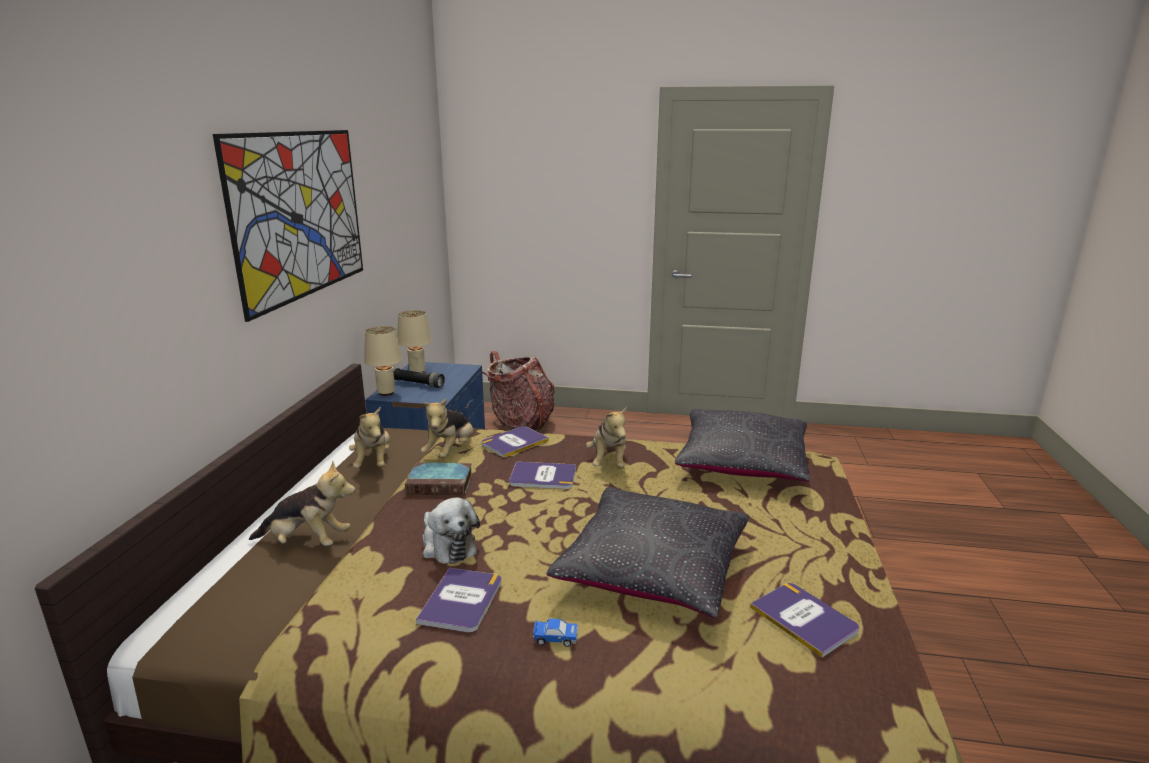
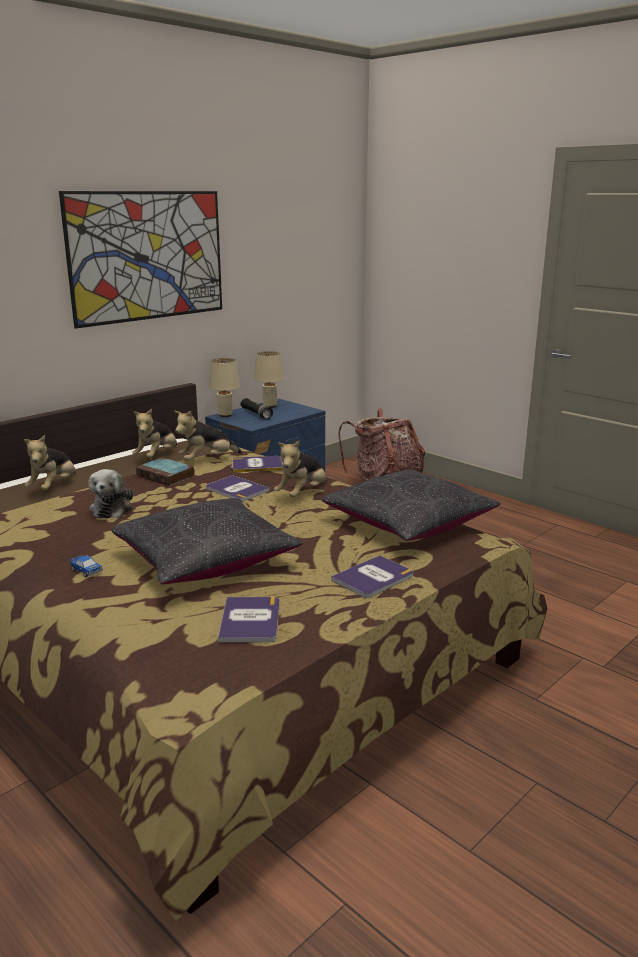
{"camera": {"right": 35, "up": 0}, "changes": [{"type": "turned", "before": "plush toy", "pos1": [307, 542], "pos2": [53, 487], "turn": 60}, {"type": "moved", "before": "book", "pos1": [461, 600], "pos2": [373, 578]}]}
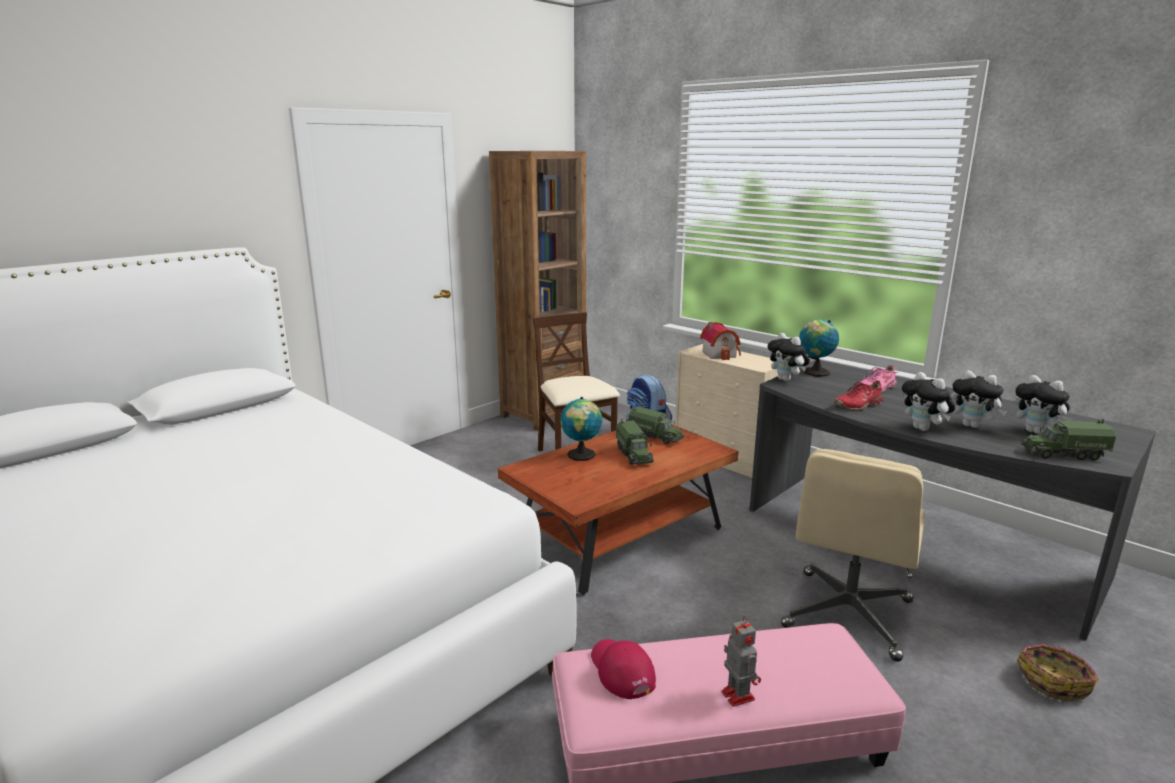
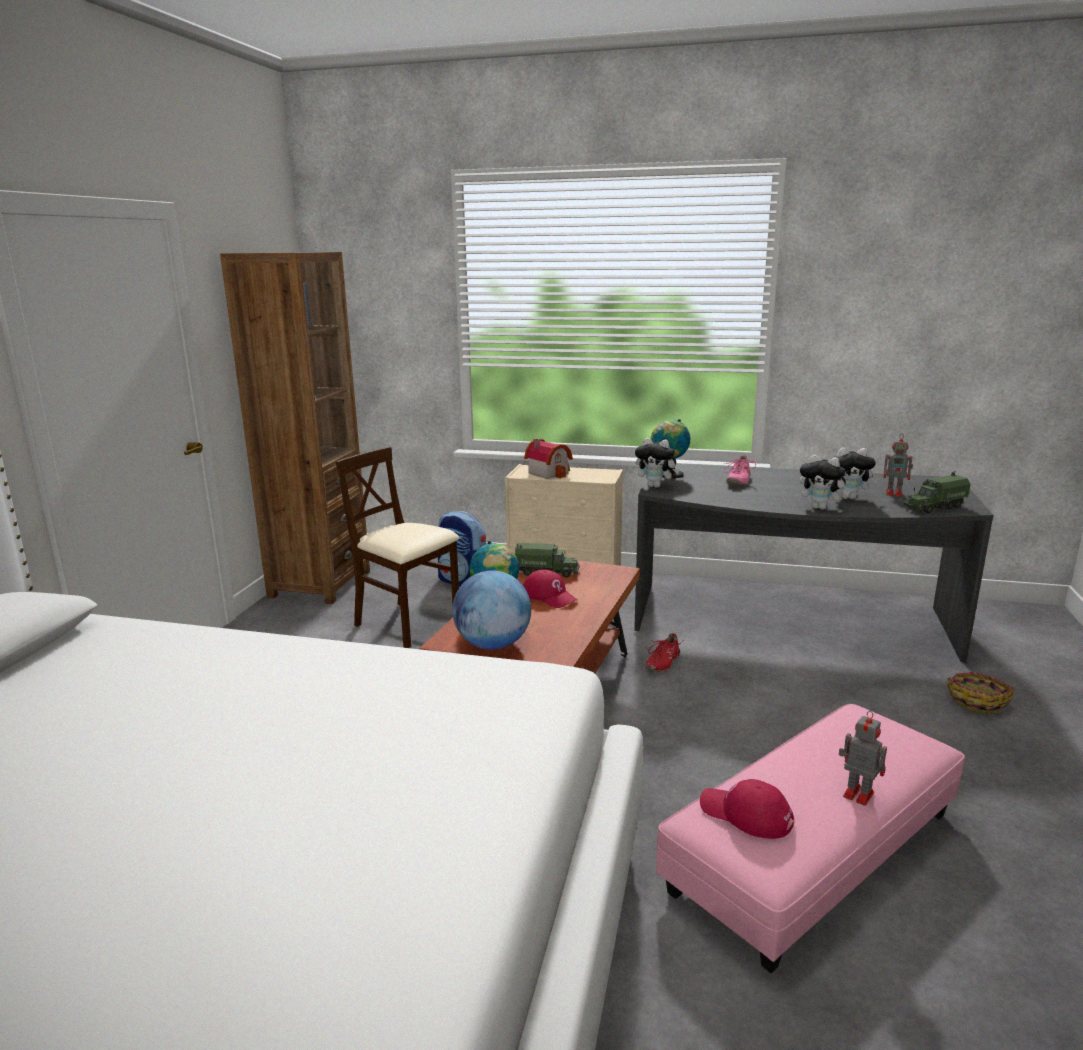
{"camera": {"right": -30, "up": 0}, "changes": [{"type": "replaced", "before": "toy truck", "after": "cap in red", "pos1": [634, 455], "pos2": [549, 596]}, {"type": "removed", "before": "office chair in beige", "pos1": [848, 615]}, {"type": "moved", "before": "shoe in red", "pos1": [857, 405], "pos2": [662, 662]}, {"type": "replaced", "before": "plush toy", "after": "toy robot", "pos1": [1036, 432], "pos2": [895, 493]}, {"type": "added", "after": "globe", "pos2": [493, 645]}]}
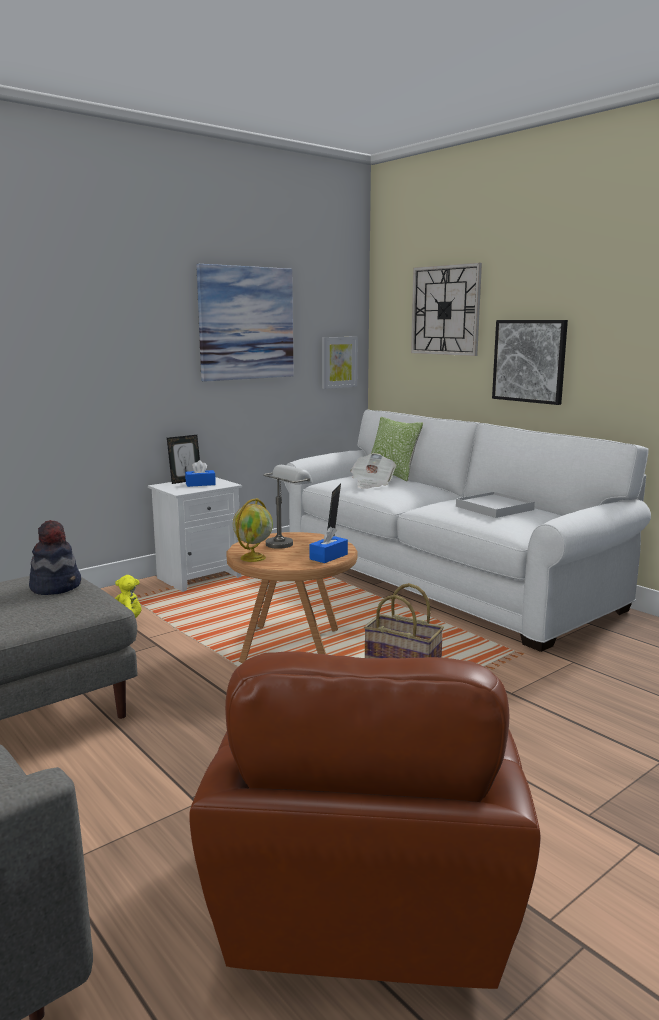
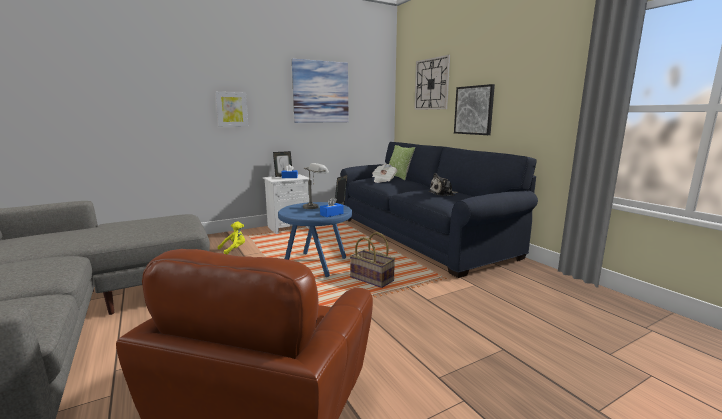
{"camera": {"right": 10, "up": 0}, "changes": [{"type": "removed", "before": "hat", "pos1": [56, 586]}, {"type": "recoloured", "before": "side table in brown", "after": "side table in blue", "pos1": [292, 645], "pos2": [316, 264]}, {"type": "removed", "before": "globe", "pos1": [253, 557]}, {"type": "recoloured", "before": "sofa in white", "after": "sofa in blue", "pos1": [443, 580], "pos2": [420, 236]}, {"type": "moved", "before": "picture", "pos1": [338, 362], "pos2": [231, 109]}, {"type": "replaced", "before": "tray in white", "after": "plush toy", "pos1": [494, 508], "pos2": [443, 194]}]}
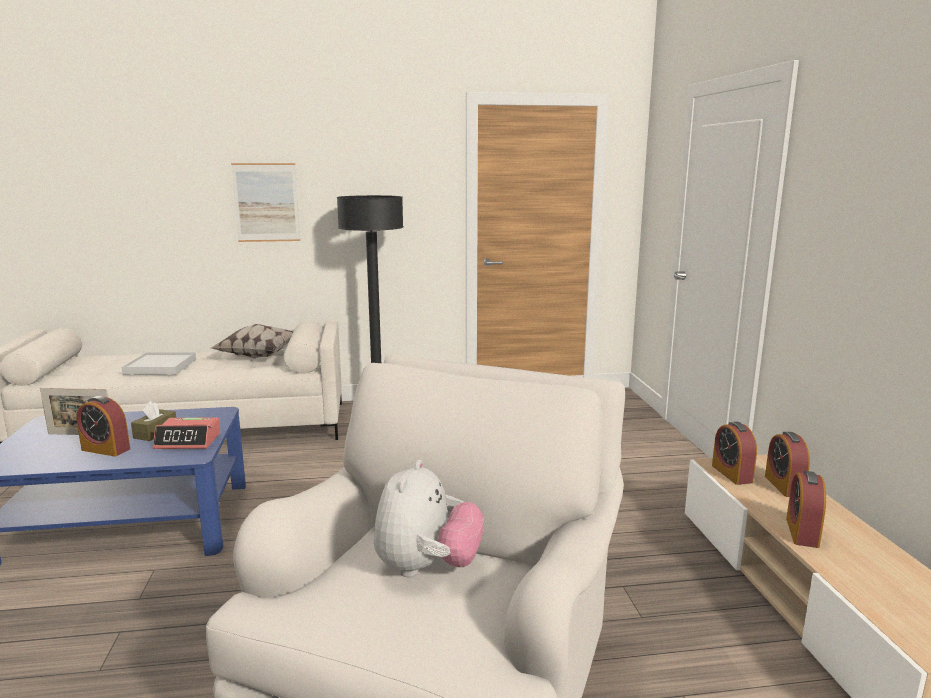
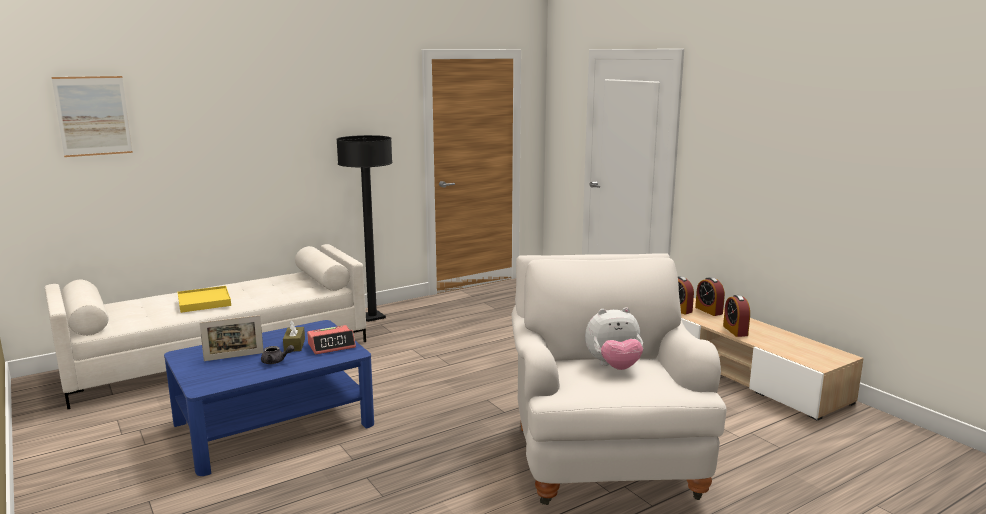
{"camera": {"right": -25, "up": 0}, "changes": [{"type": "replaced", "before": "alarm clock", "after": "teapot in grey", "pos1": [106, 449], "pos2": [276, 361]}, {"type": "recoloured", "before": "tray in white", "after": "tray in yellow", "pos1": [160, 367], "pos2": [204, 302]}, {"type": "removed", "before": "pillow", "pos1": [258, 356]}, {"type": "moved", "before": "picture", "pos1": [266, 202], "pos2": [93, 116]}, {"type": "turned", "before": "plush toy", "pos1": [427, 568], "pos2": [613, 367], "turn": 90}]}
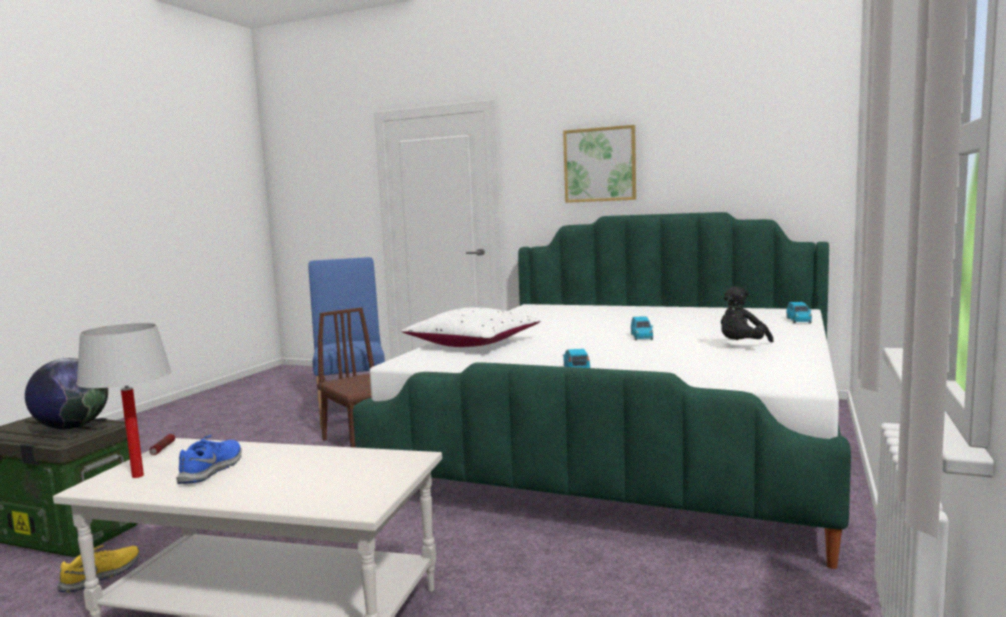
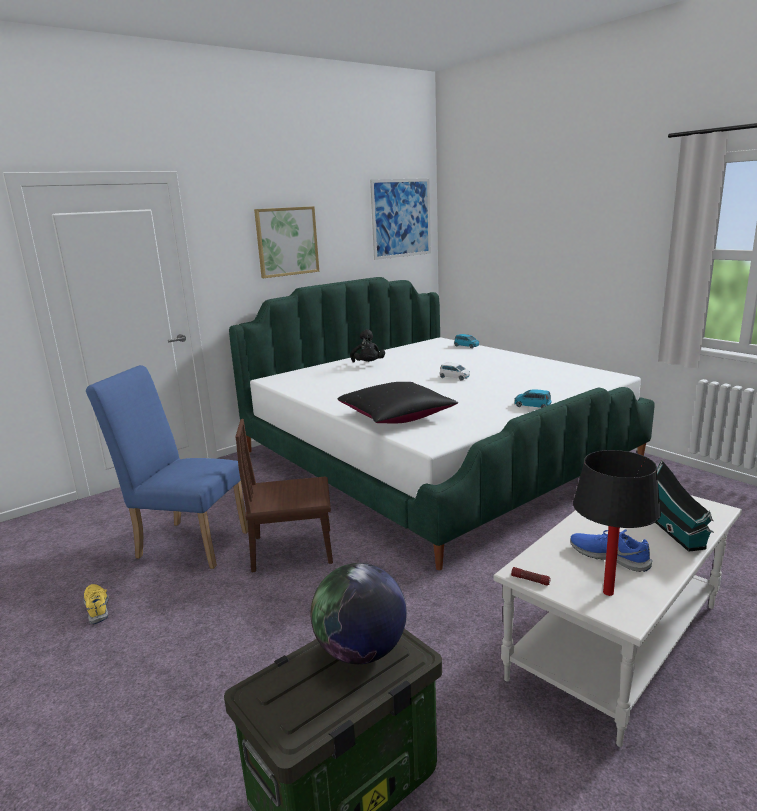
{"camera": {"right": -60, "up": 10}, "changes": [{"type": "moved", "before": "shoe in yellow", "pos1": [102, 575], "pos2": [97, 607]}, {"type": "recoloured", "before": "table lamp in white", "after": "table lamp in black", "pos1": [137, 476], "pos2": [608, 592]}, {"type": "recoloured", "before": "pillow in white", "after": "pillow in black", "pos1": [473, 344], "pos2": [396, 416]}, {"type": "recoloured", "before": "toy car in blue", "after": "toy car in white", "pos1": [641, 337], "pos2": [454, 377]}, {"type": "moved", "before": "plush toy in black", "pos1": [741, 346], "pos2": [368, 364]}, {"type": "added", "after": "picture", "pos2": [401, 218]}, {"type": "added", "after": "toy house", "pos2": [677, 533]}]}
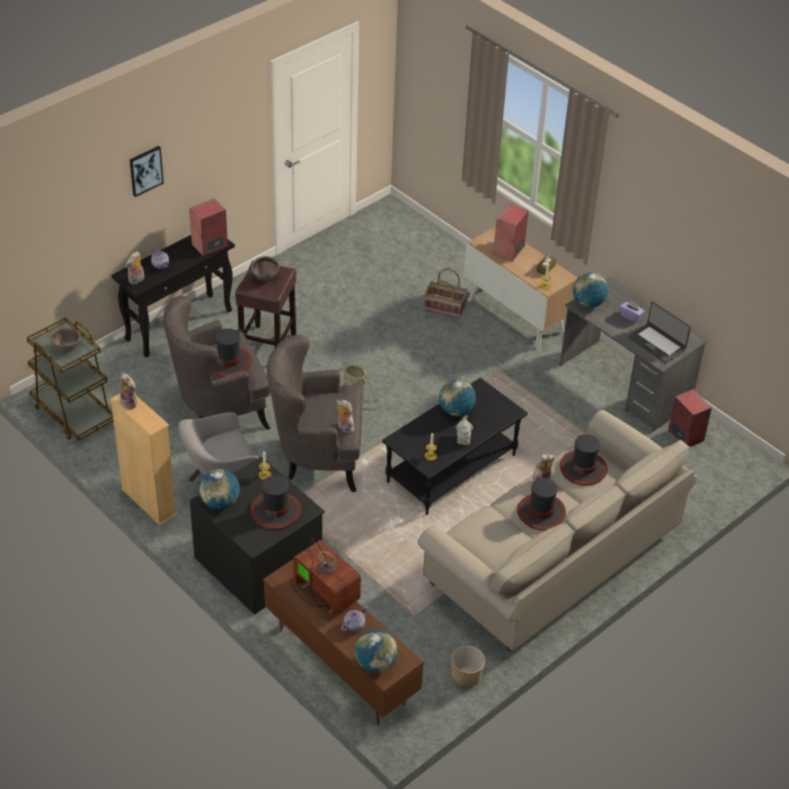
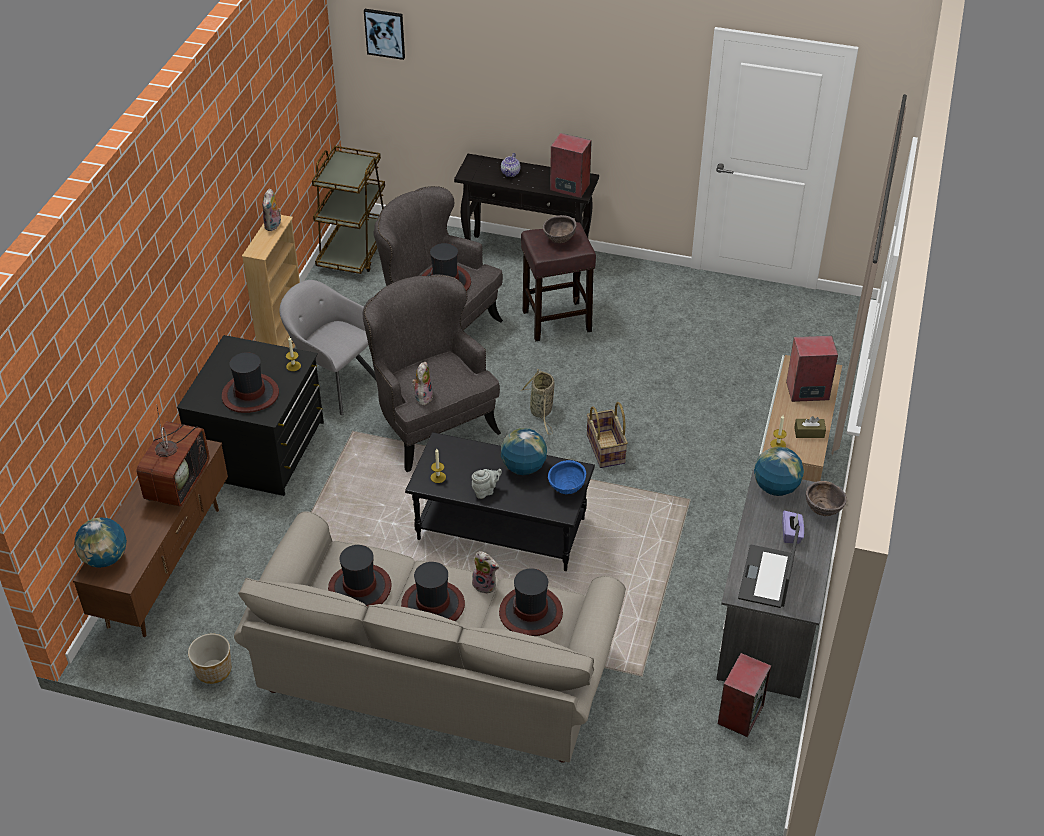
{"camera": {"right": 60, "up": 0}, "changes": [{"type": "moved", "before": "bowl in brown", "pos1": [67, 349], "pos2": [823, 510]}, {"type": "removed", "before": "plush toy", "pos1": [136, 280]}, {"type": "moved", "before": "picture", "pos1": [145, 170], "pos2": [385, 33]}, {"type": "removed", "before": "globe", "pos1": [220, 502]}, {"type": "removed", "before": "teapot", "pos1": [354, 625]}, {"type": "moved", "before": "basket", "pos1": [445, 308], "pos2": [606, 449]}, {"type": "added", "after": "hat", "pos2": [360, 588]}, {"type": "added", "after": "bowl in blue", "pos2": [566, 489]}]}
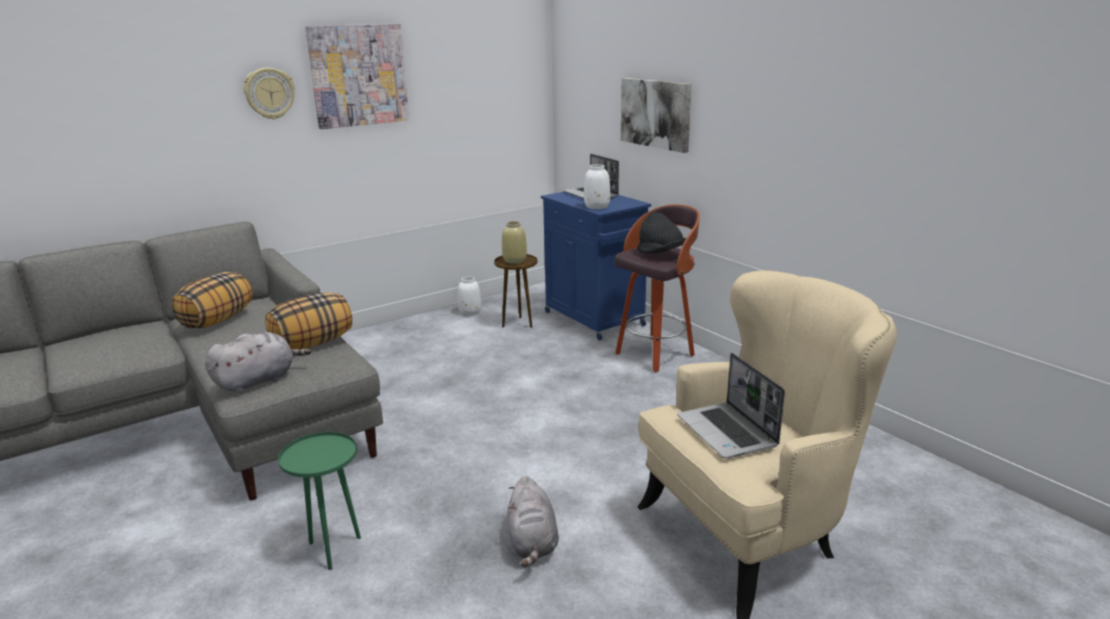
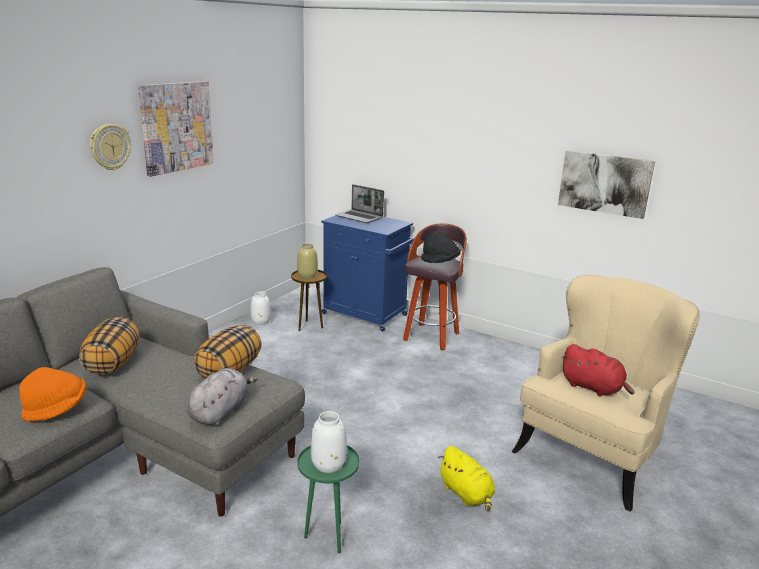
{"camera": {"right": -25, "up": 0}, "changes": [{"type": "recoloured", "before": "plush toy in grey", "after": "plush toy in yellow", "pos1": [532, 543], "pos2": [467, 494]}, {"type": "moved", "before": "vase in white", "pos1": [596, 206], "pos2": [328, 463]}, {"type": "moved", "before": "picture", "pos1": [655, 113], "pos2": [604, 183]}, {"type": "replaced", "before": "laptop", "after": "plush toy in red", "pos1": [728, 432], "pos2": [593, 388]}, {"type": "added", "after": "hat in orange", "pos2": [56, 409]}]}
